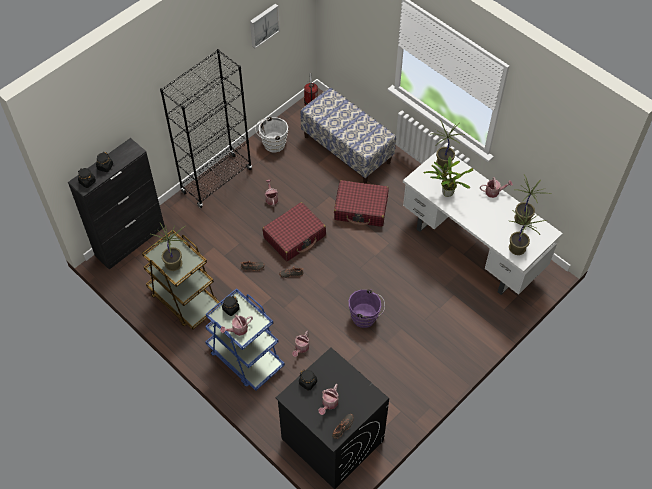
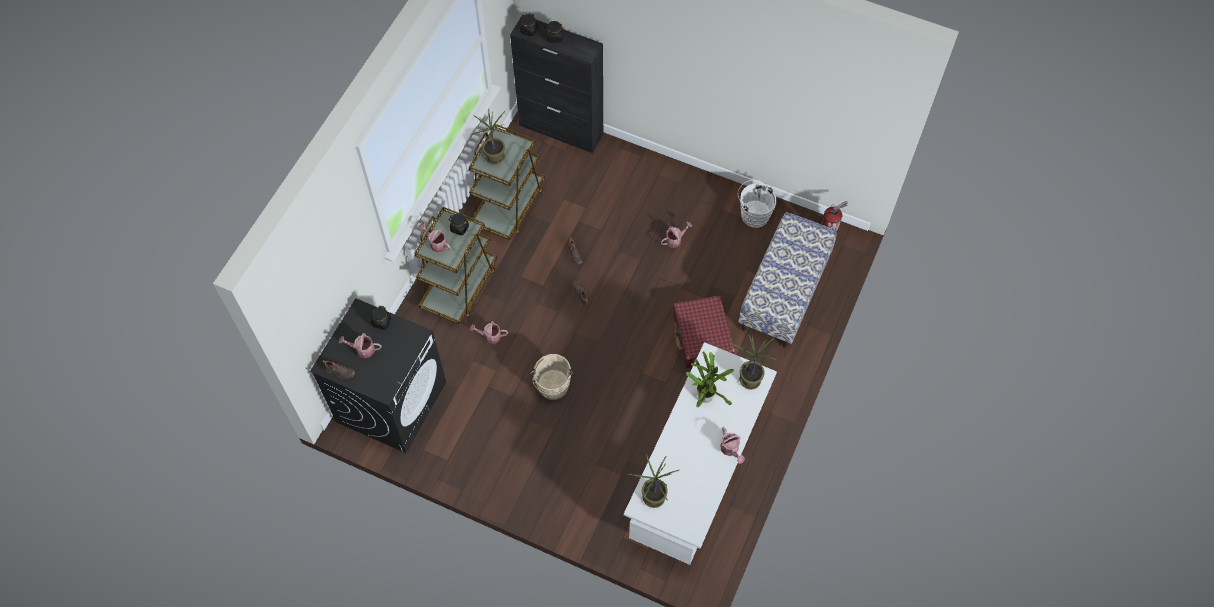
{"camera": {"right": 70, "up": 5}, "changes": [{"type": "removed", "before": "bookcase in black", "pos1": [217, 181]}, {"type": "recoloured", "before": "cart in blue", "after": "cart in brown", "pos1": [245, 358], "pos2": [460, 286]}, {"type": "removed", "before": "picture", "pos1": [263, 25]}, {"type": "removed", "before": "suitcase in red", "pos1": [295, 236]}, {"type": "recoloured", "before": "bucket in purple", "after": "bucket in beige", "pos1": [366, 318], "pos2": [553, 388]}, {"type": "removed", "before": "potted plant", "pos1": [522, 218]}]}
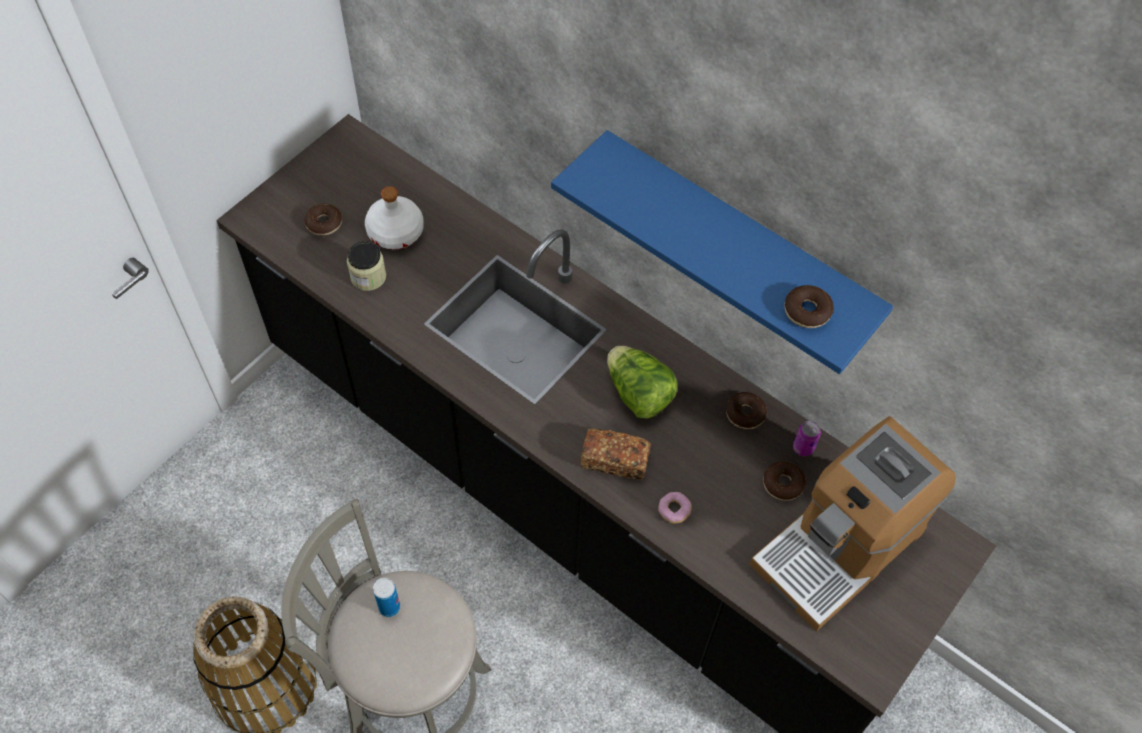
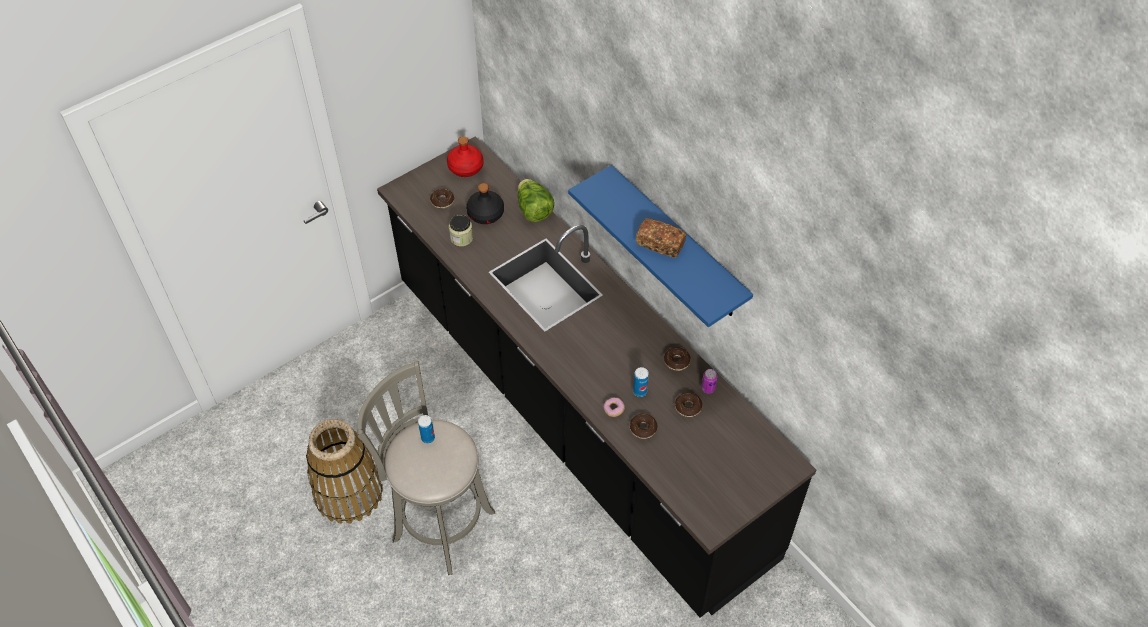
{"camera": {"right": 15, "up": -5}, "changes": [{"type": "recoloured", "before": "bottle in white", "after": "bottle in black", "pos1": [396, 232], "pos2": [486, 214]}, {"type": "moved", "before": "bread", "pos1": [614, 460], "pos2": [660, 244]}, {"type": "moved", "before": "lettuce", "pos1": [638, 394], "pos2": [533, 210]}, {"type": "removed", "before": "coffee machine", "pos1": [839, 546]}, {"type": "moved", "before": "donut", "pos1": [807, 311], "pos2": [643, 428]}, {"type": "added", "after": "bottle in red", "pos2": [466, 167]}, {"type": "added", "after": "can", "pos2": [640, 391]}]}
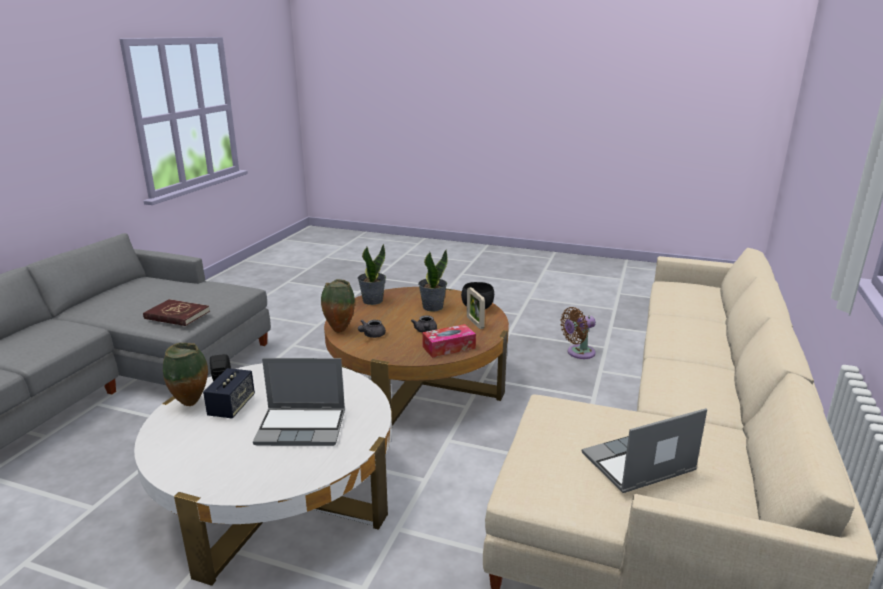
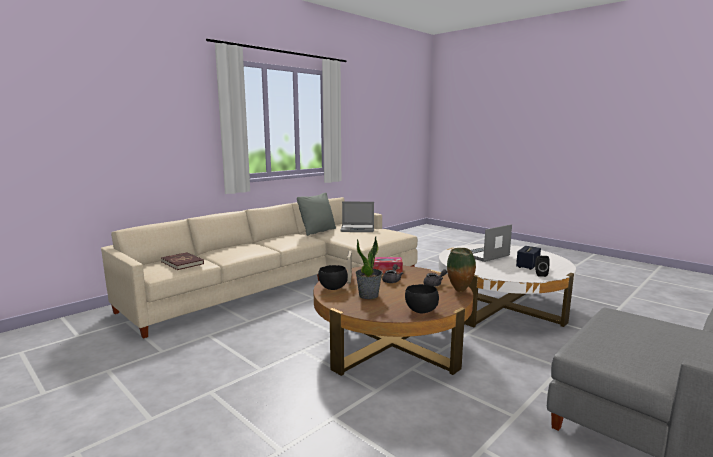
{"camera": {"right": -155, "up": -10}, "changes": [{"type": "moved", "before": "book in red", "pos1": [177, 315], "pos2": [182, 263]}, {"type": "removed", "before": "vase", "pos1": [192, 404]}, {"type": "turned", "before": "laptop", "pos1": [303, 427], "pos2": [485, 255], "turn": -60}, {"type": "replaced", "before": "potted plant", "after": "bowl in black", "pos1": [372, 300], "pos2": [420, 311]}, {"type": "removed", "before": "fan in brown", "pos1": [578, 353]}, {"type": "added", "after": "pillow in grey", "pos2": [317, 231]}]}
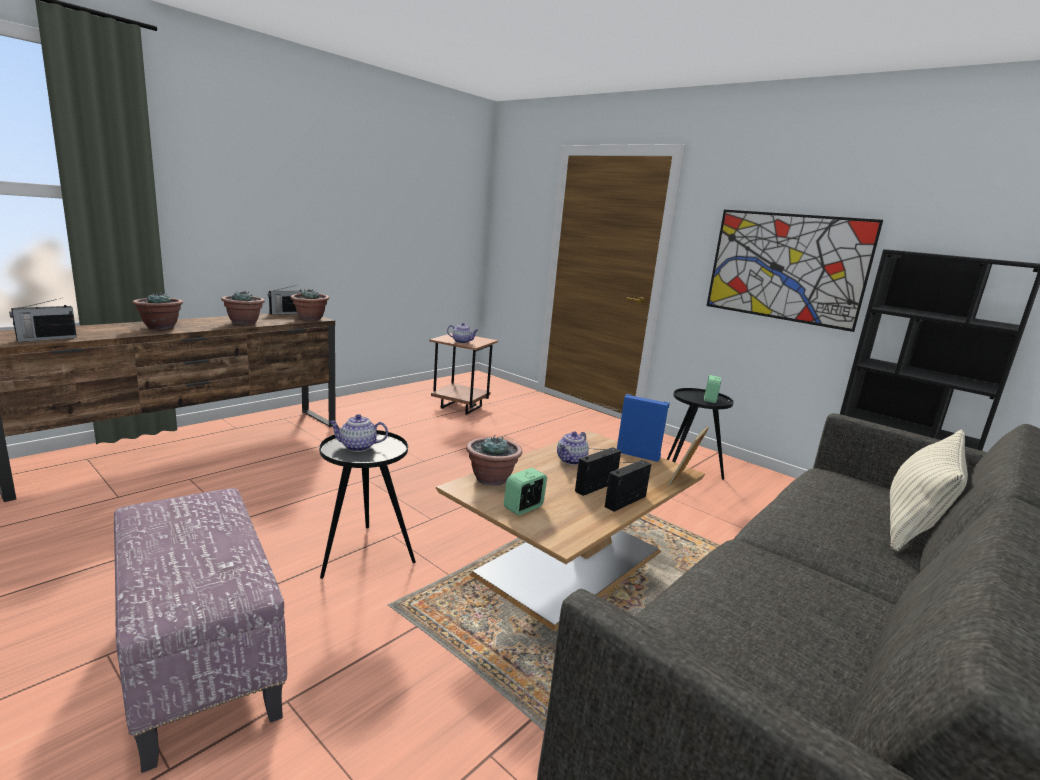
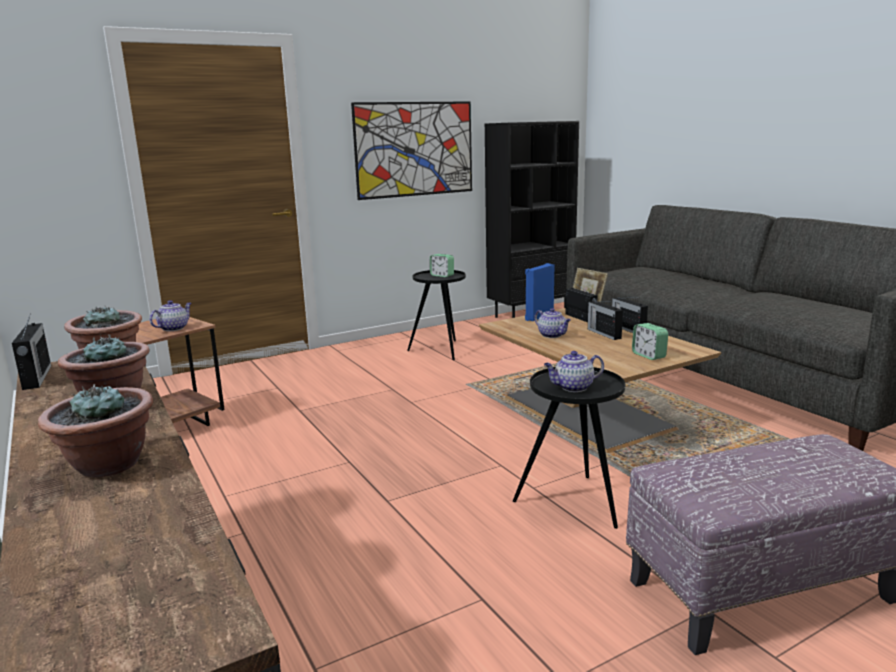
{"camera": {"right": -70, "up": 0}, "changes": [{"type": "moved", "before": "radio", "pos1": [46, 338], "pos2": [581, 318]}, {"type": "turned", "before": "teapot", "pos1": [357, 447], "pos2": [573, 387], "turn": 60}, {"type": "removed", "before": "potted plant", "pos1": [491, 479]}, {"type": "removed", "before": "pillow", "pos1": [915, 524]}]}
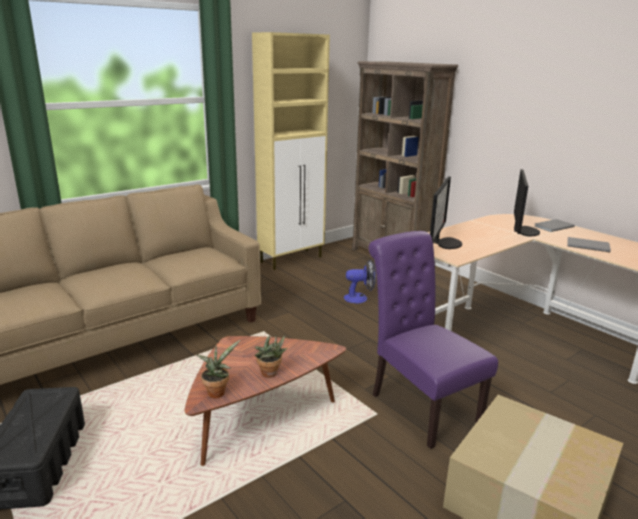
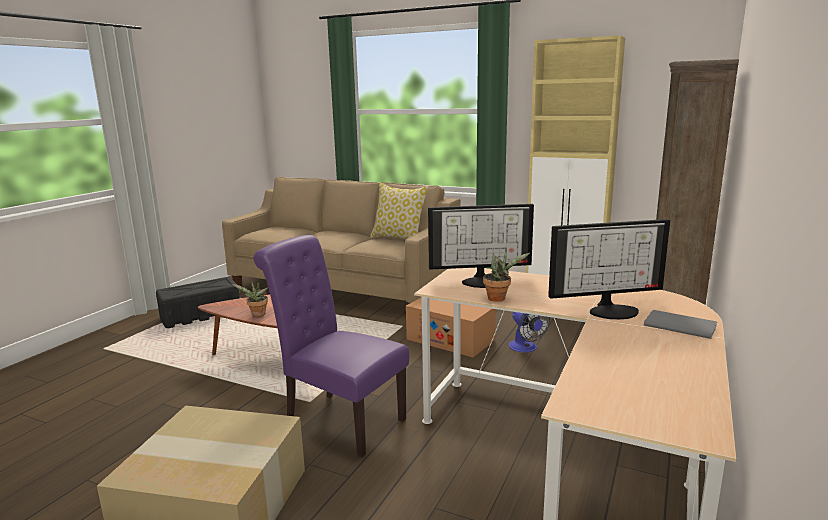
{"camera": {"right": 65, "up": -5}, "changes": [{"type": "moved", "before": "potted plant", "pos1": [217, 391], "pos2": [499, 298]}, {"type": "turned", "before": "chair in purple", "pos1": [419, 405], "pos2": [339, 420], "turn": -90}, {"type": "removed", "before": "book in grey", "pos1": [586, 245]}, {"type": "added", "after": "pillow", "pos2": [399, 239]}, {"type": "added", "after": "cardboard box", "pos2": [450, 339]}]}
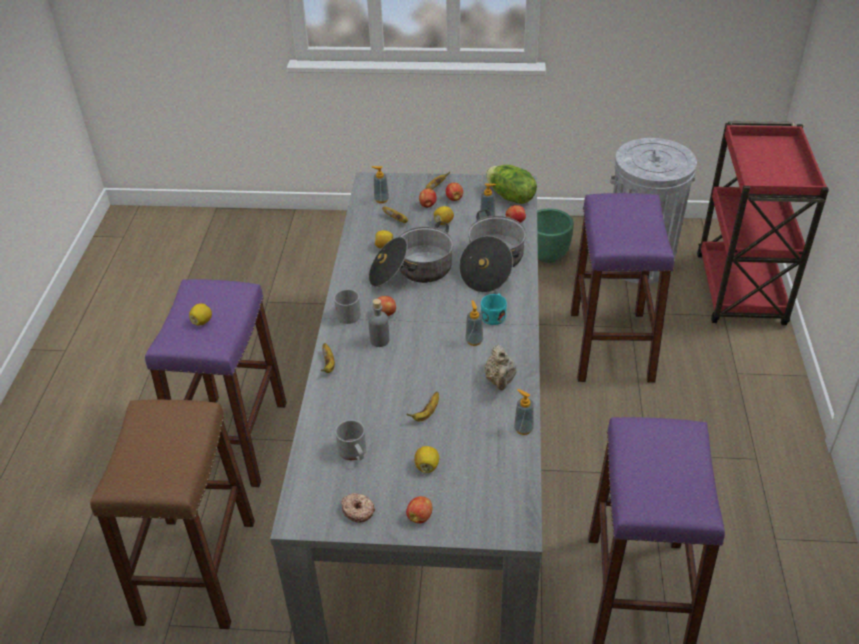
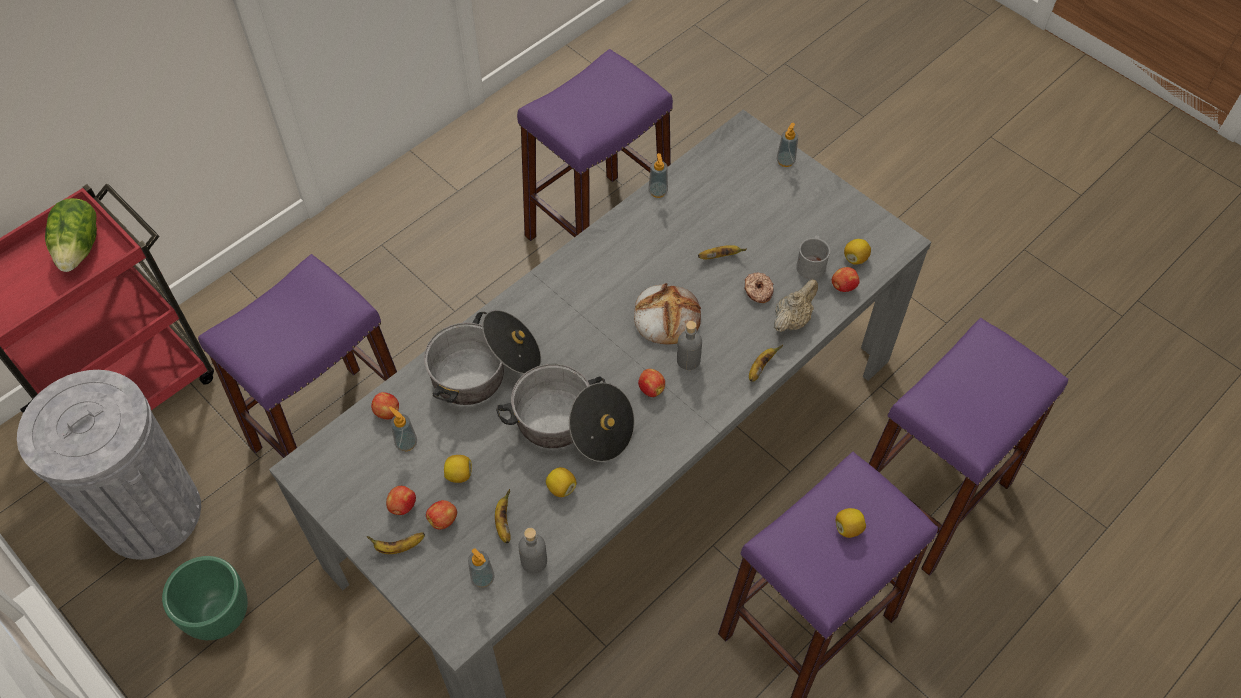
{"camera": {"right": -140, "up": 15}, "changes": [{"type": "recoloured", "before": "stool in brown", "after": "stool in purple", "pos1": [197, 570], "pos2": [929, 497]}, {"type": "removed", "before": "mug in grey", "pos1": [348, 313]}, {"type": "moved", "before": "donut", "pos1": [358, 510], "pos2": [757, 291]}, {"type": "moved", "before": "apple", "pos1": [420, 516], "pos2": [843, 287]}, {"type": "moved", "before": "lemon", "pos1": [427, 466], "pos2": [855, 258]}, {"type": "moved", "before": "soap dispenser", "pos1": [474, 341], "pos2": [785, 161]}, {"type": "removed", "before": "mug in turquoise", "pos1": [494, 314]}, {"type": "moved", "before": "teapot in beige", "pos1": [500, 381], "pos2": [792, 319]}, {"type": "moved", "before": "lettuce", "pos1": [510, 197], "pos2": [80, 247]}, {"type": "added", "after": "bottle in grey", "pos2": [534, 561]}, {"type": "added", "after": "bread", "pos2": [666, 316]}]}
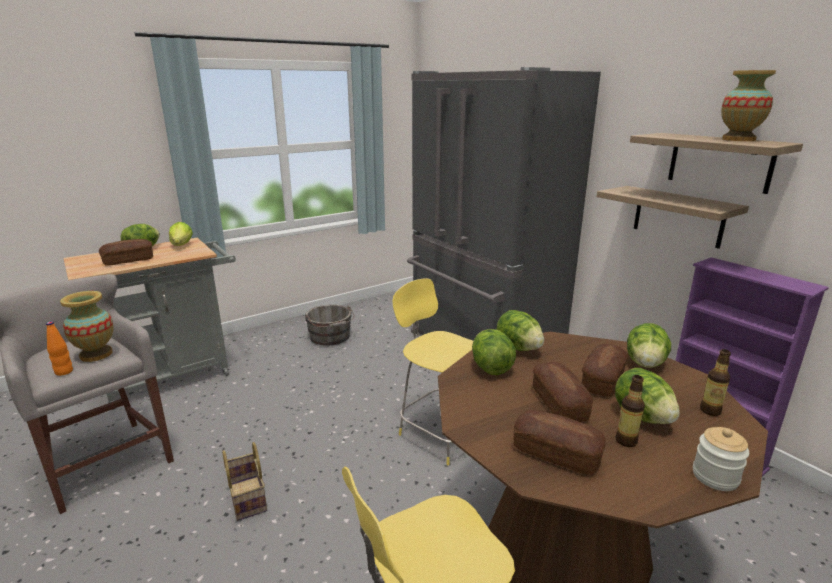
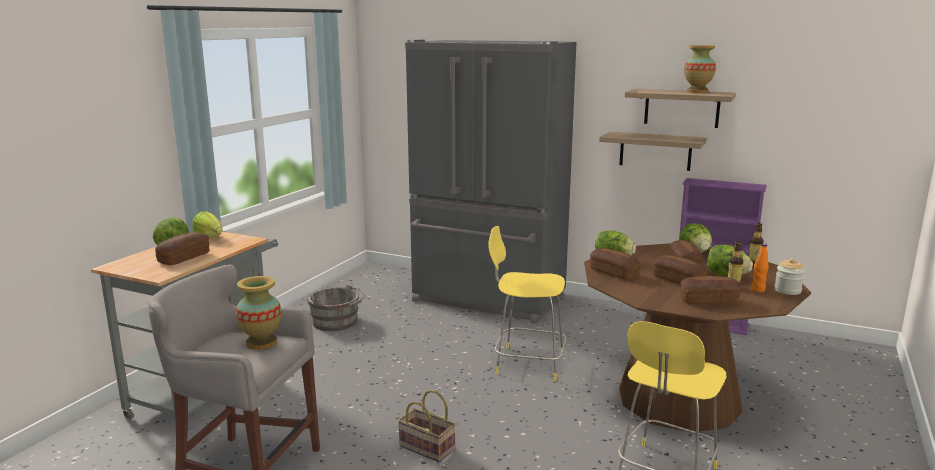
{"camera": {"right": -30, "up": -5}, "changes": [{"type": "moved", "before": "bottle in orange", "pos1": [64, 372], "pos2": [758, 290]}, {"type": "replaced", "before": "lettuce", "after": "bread", "pos1": [491, 368], "pos2": [613, 273]}]}
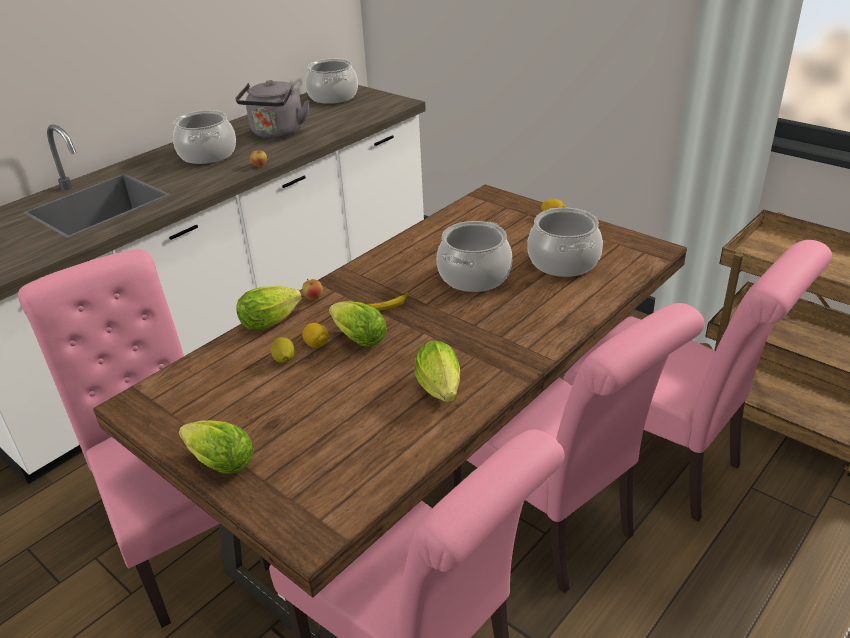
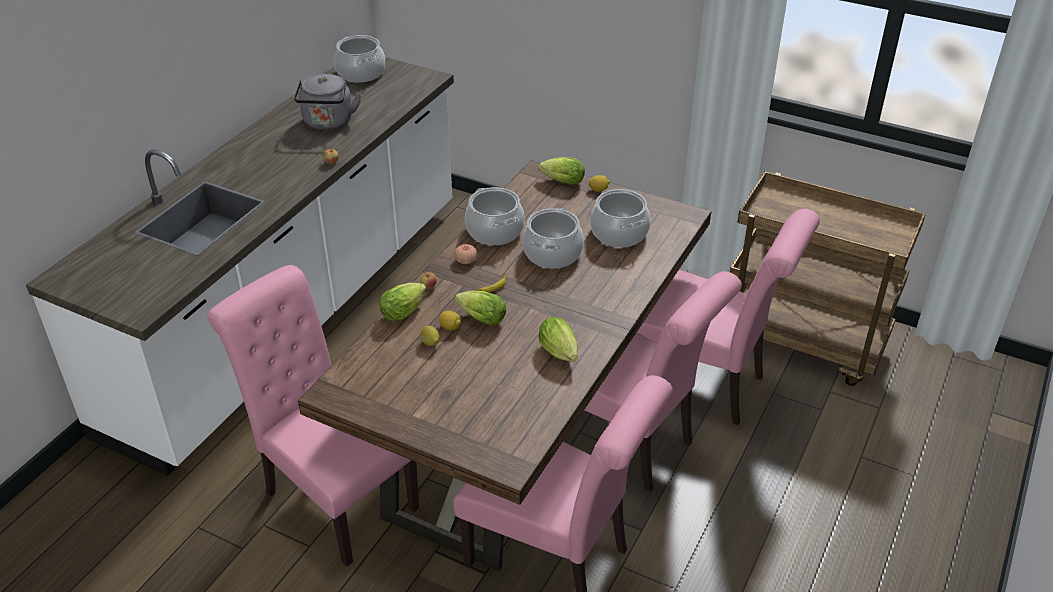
{"camera": {"right": -15, "up": 5}, "changes": [{"type": "moved", "before": "cooking pot", "pos1": [207, 154], "pos2": [494, 231]}, {"type": "moved", "before": "lettuce", "pos1": [217, 462], "pos2": [560, 181]}, {"type": "added", "after": "tomato", "pos2": [466, 260]}]}
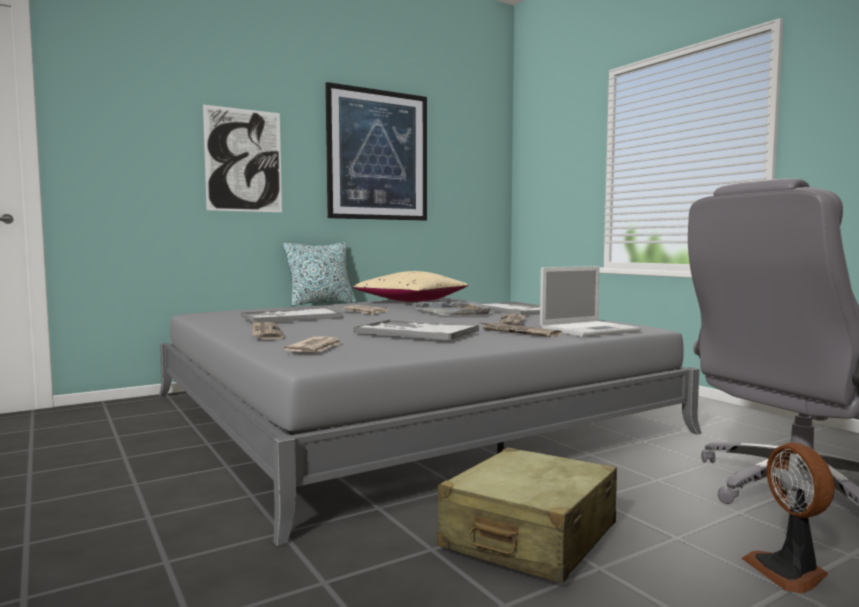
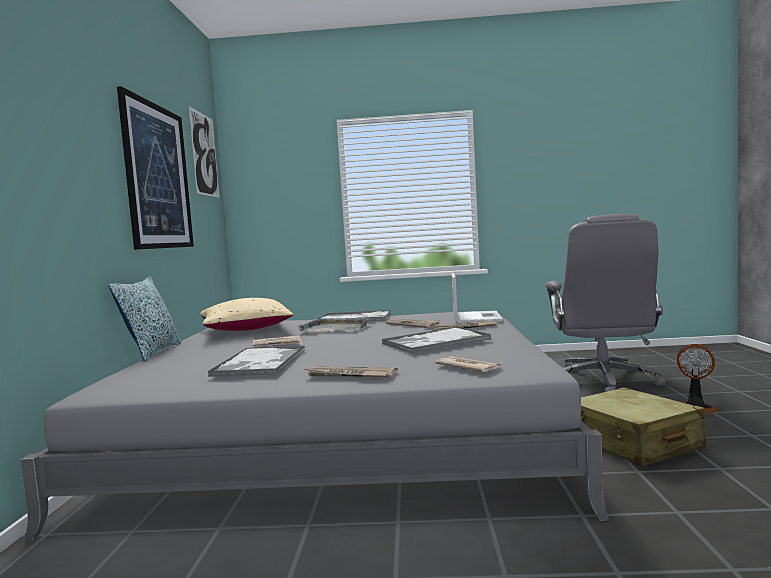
{"camera": {"right": -55, "up": 0}, "changes": [{"type": "moved", "before": "picture", "pos1": [243, 160], "pos2": [204, 154]}]}
